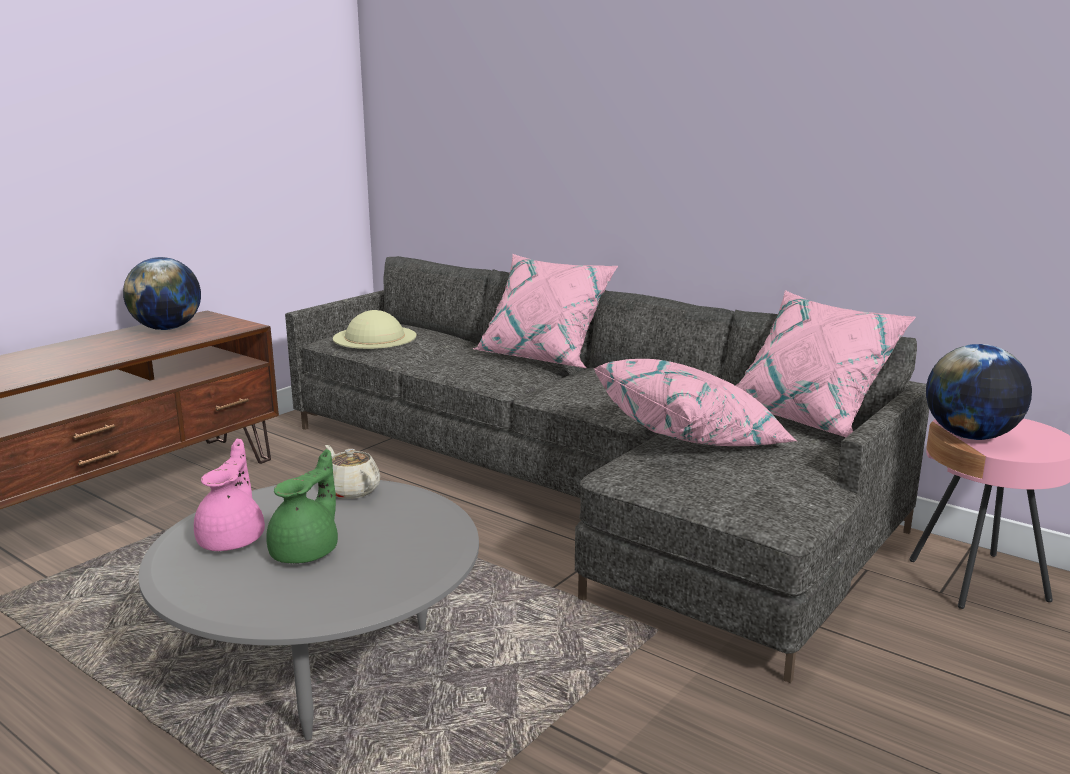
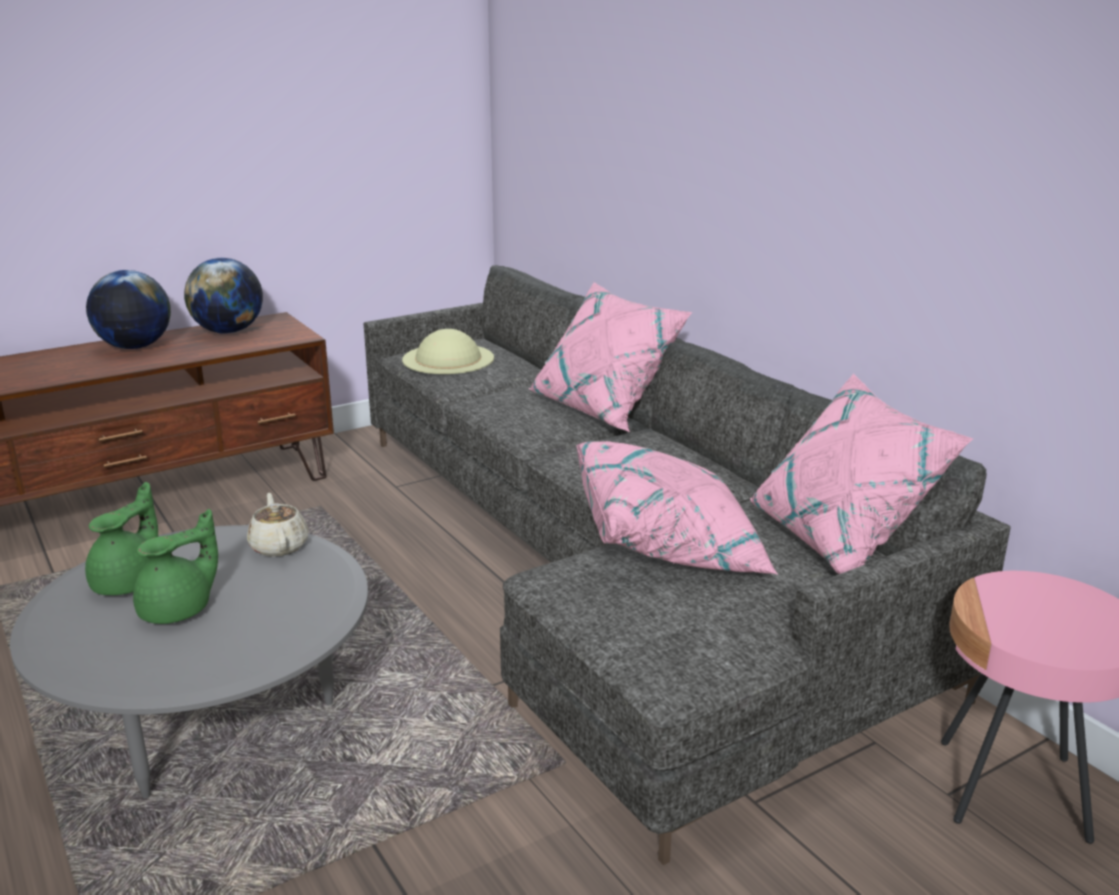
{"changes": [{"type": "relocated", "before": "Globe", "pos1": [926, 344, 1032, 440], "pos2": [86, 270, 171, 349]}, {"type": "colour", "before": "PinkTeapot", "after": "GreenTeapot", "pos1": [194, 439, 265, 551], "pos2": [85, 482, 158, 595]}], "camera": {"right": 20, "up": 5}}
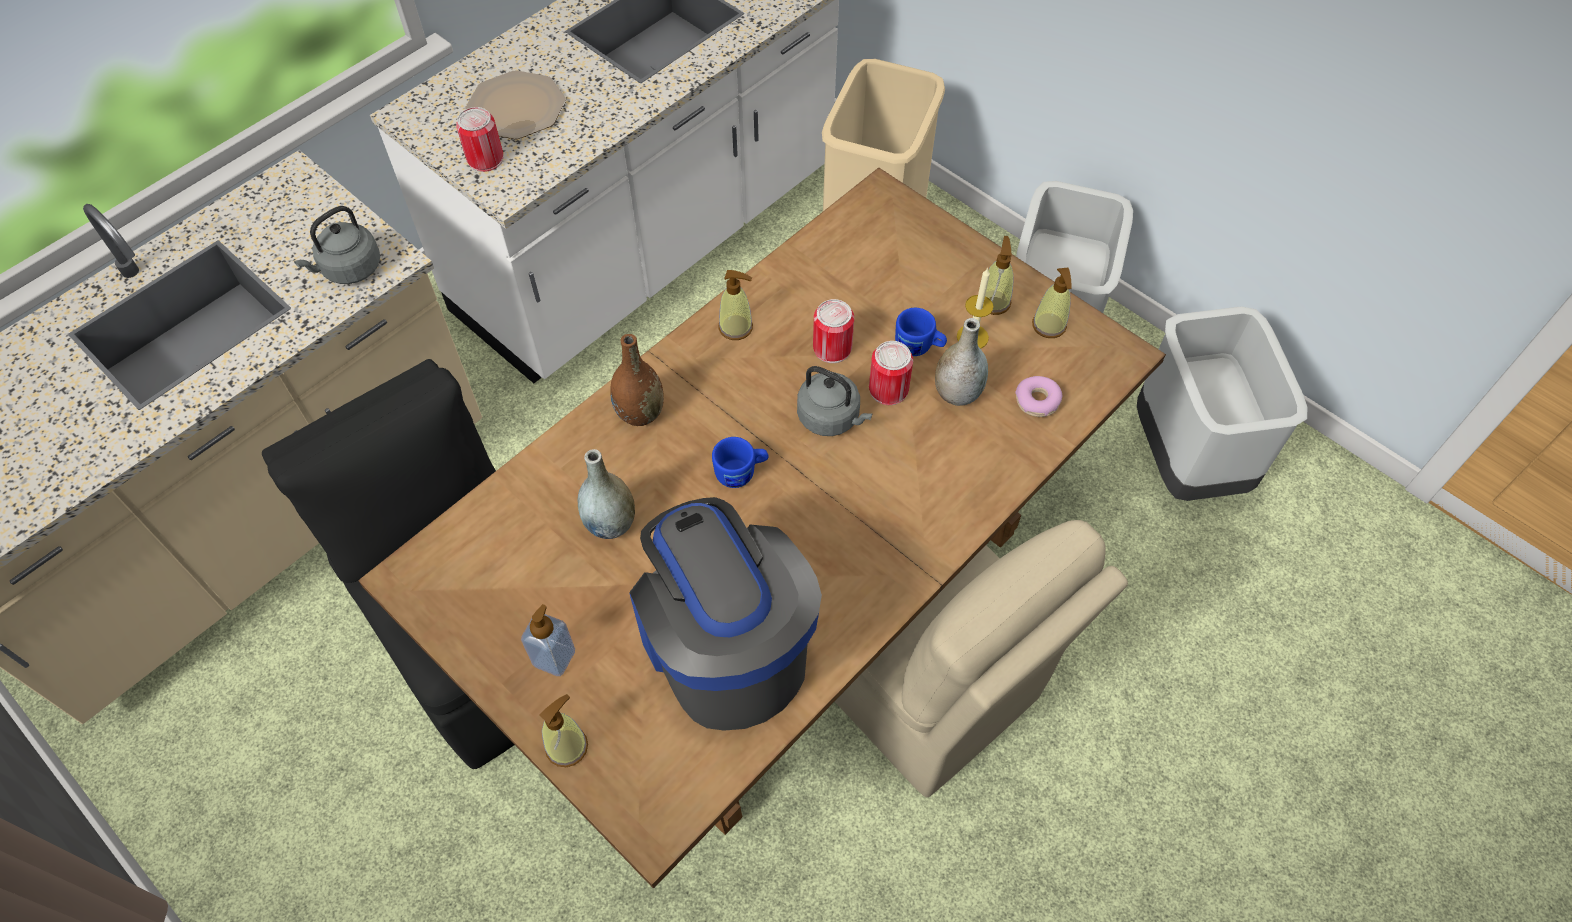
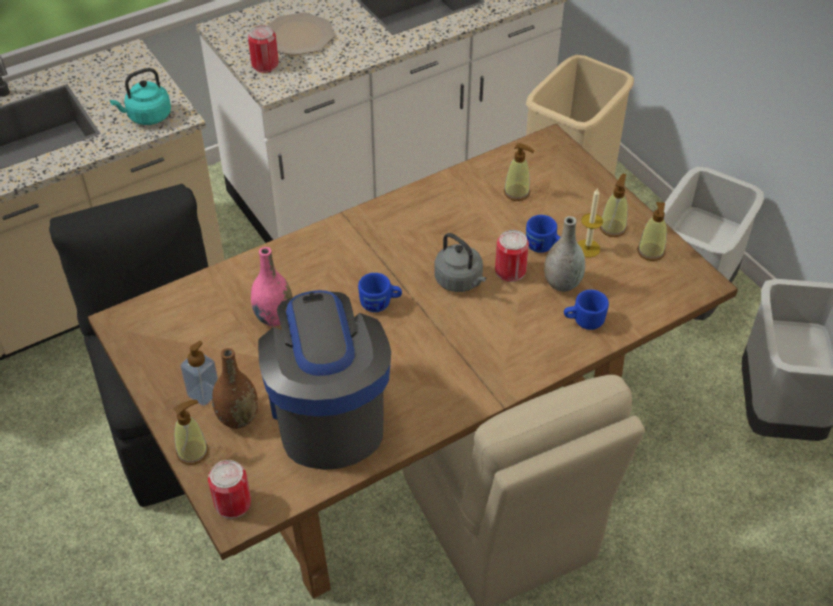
{"changes": [{"type": "colour", "before": "GreyKettle", "after": "TurquoiseKettle", "pos1": [294, 206, 380, 284], "pos2": [110, 68, 171, 125]}, {"type": "relocated", "before": "SoapDispenser", "pos1": [718, 270, 753, 340], "pos2": [504, 143, 534, 201]}, {"type": "relocated", "before": "Can", "pos1": [813, 299, 854, 363], "pos2": [208, 460, 251, 519]}, {"type": "relocated", "before": "BrownVase", "pos1": [610, 334, 664, 426], "pos2": [212, 348, 258, 429]}, {"type": "missing", "before": "Donut", "pos1": [1015, 376, 1062, 417]}, {"type": "colour", "before": "GreyVase", "after": "PinkVase", "pos1": [578, 449, 635, 539], "pos2": [251, 247, 293, 327]}, {"type": "appeared", "after": "BlueMug", "pos2": [564, 290, 609, 330]}], "camera": {"right": 15, "up": -10}}
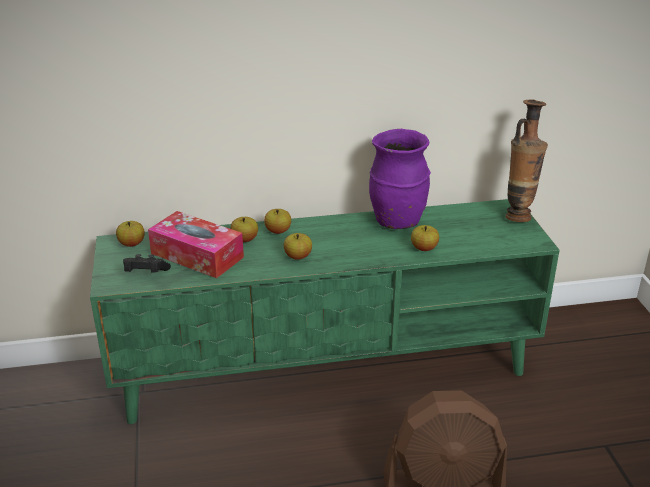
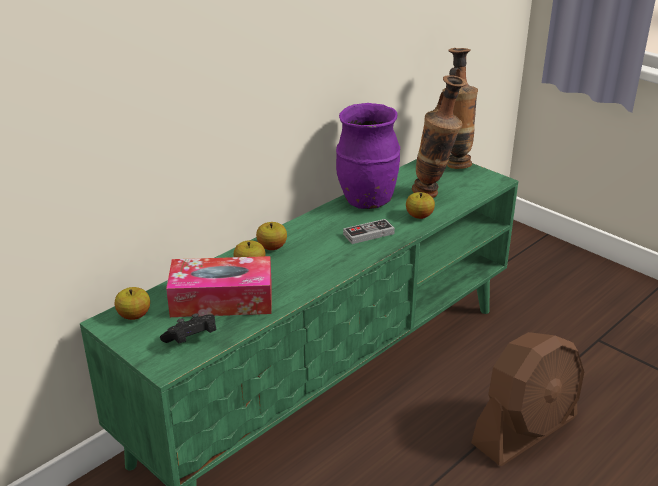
{"changes": [{"type": "missing", "before": "Apple", "pos1": [284, 233, 312, 260]}, {"type": "appeared", "after": "Vase", "pos2": [412, 75, 467, 198]}, {"type": "appeared", "after": "GameController", "pos2": [343, 219, 395, 244]}], "camera": {"right": -35, "up": 0}}
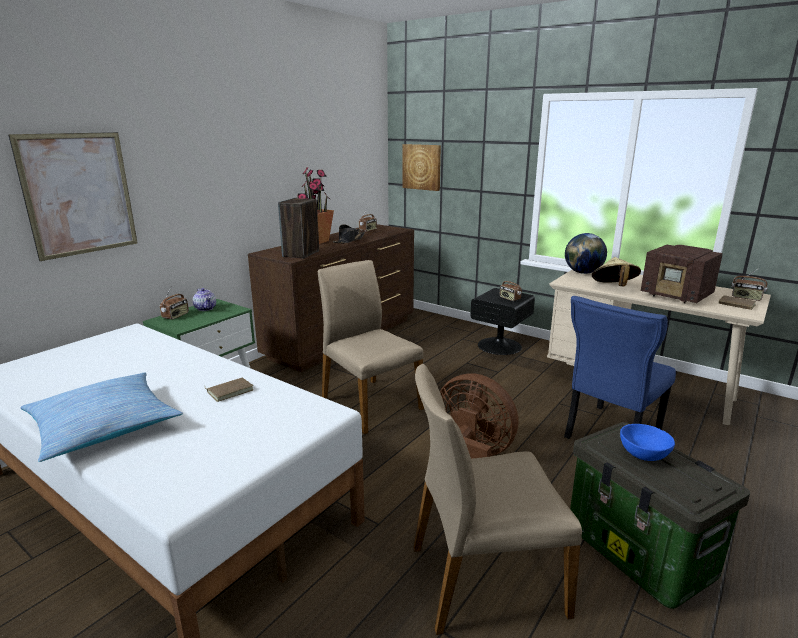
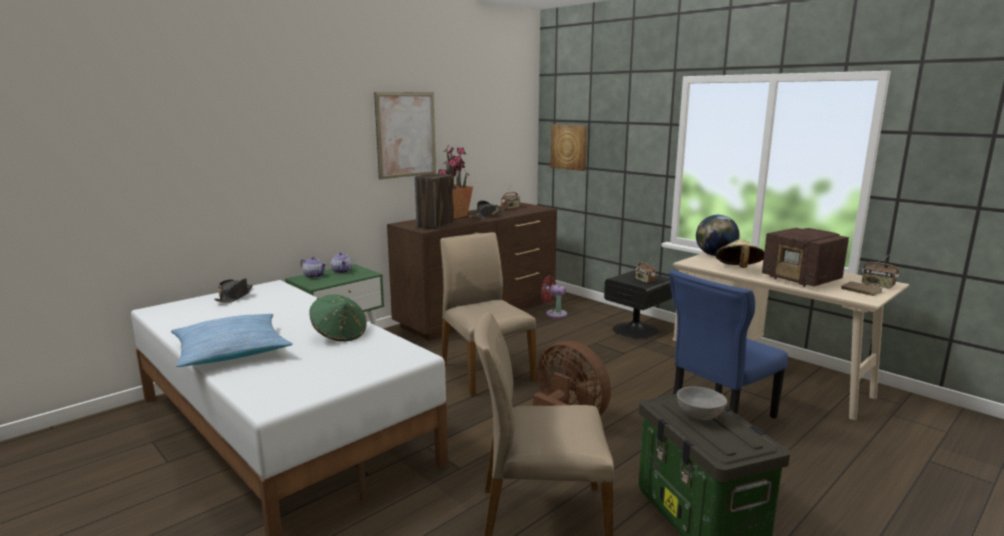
{"changes": [{"type": "relocated", "before": "Picture", "pos1": [8, 132, 138, 261], "pos2": [374, 92, 436, 179]}, {"type": "exchanged", "before": "Radio", "after": "Teapot", "pos1": [160, 286, 189, 320], "pos2": [300, 256, 327, 278]}, {"type": "exchanged", "before": "BrownBook", "after": "GreenHat", "pos1": [205, 377, 253, 402], "pos2": [309, 294, 367, 342]}, {"type": "colour", "before": "BlueBowl", "after": "GreyBowl", "pos1": [620, 424, 675, 461], "pos2": [677, 387, 727, 420]}, {"type": "appeared", "after": "RedFan", "pos2": [541, 275, 567, 318]}, {"type": "appeared", "after": "BlackHat", "pos2": [214, 278, 253, 303]}], "camera": {"right": 10, "up": -5}}
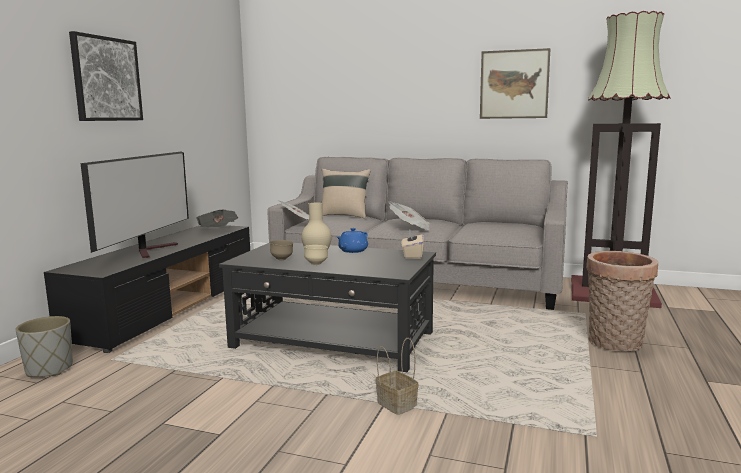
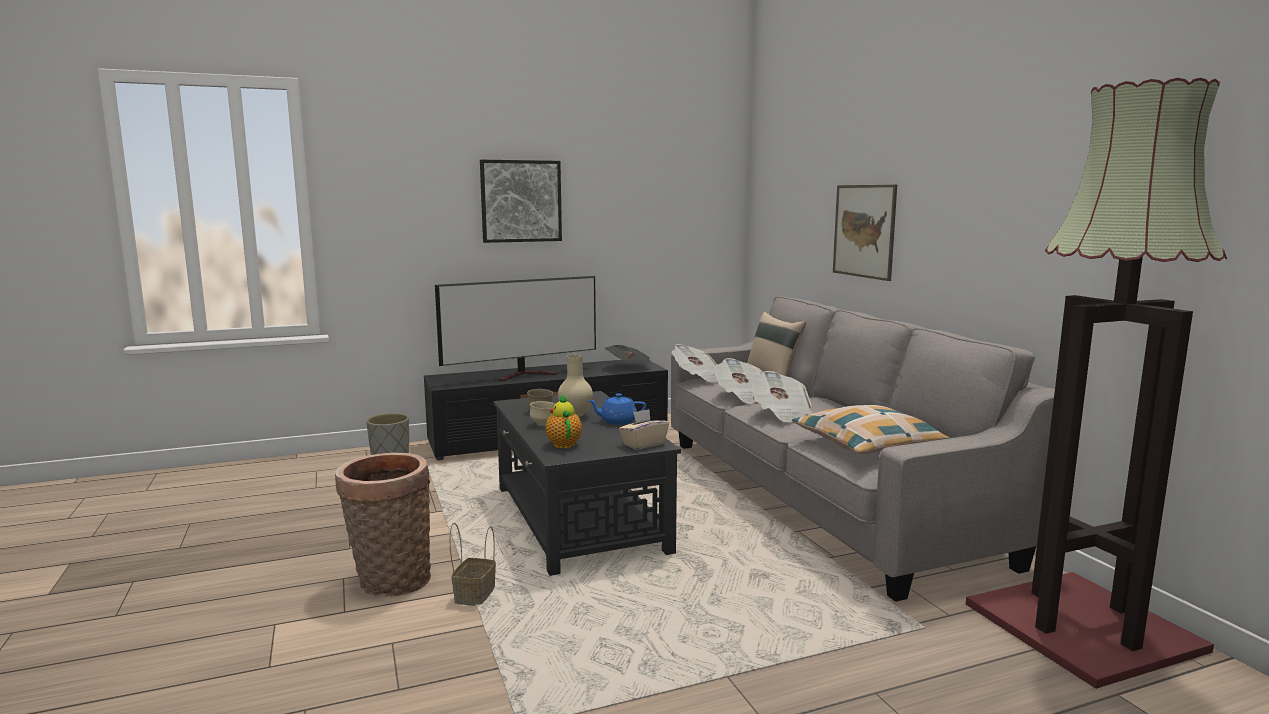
{"changes": [{"type": "relocated", "before": "Picture", "pos1": [480, 48, 551, 119], "pos2": [833, 185, 897, 281]}, {"type": "relocated", "before": "Basket", "pos1": [586, 251, 658, 352], "pos2": [335, 453, 431, 597]}, {"type": "appeared", "after": "Newspaper", "pos2": [715, 358, 763, 404]}, {"type": "appeared", "after": "Teapot", "pos2": [545, 394, 582, 448]}, {"type": "appeared", "after": "Pillow", "pos2": [792, 405, 950, 454]}], "camera": {"right": 50, "up": 0}}
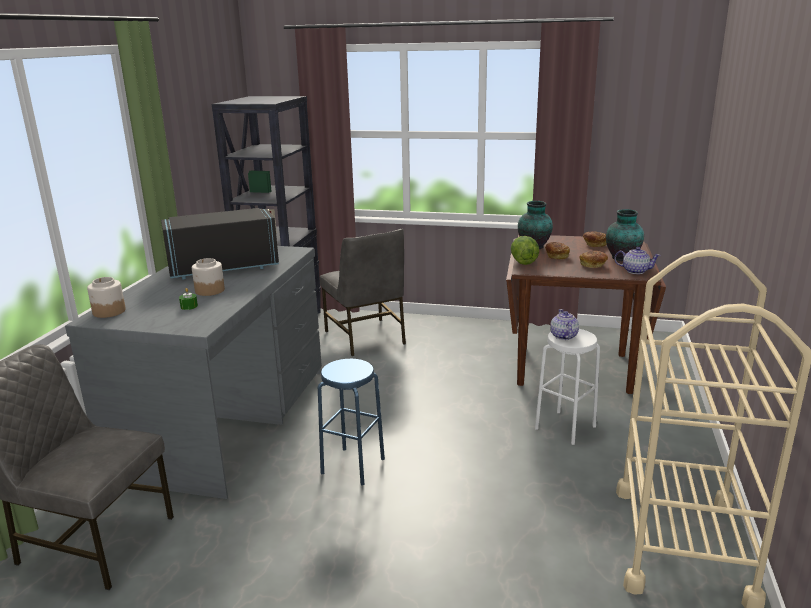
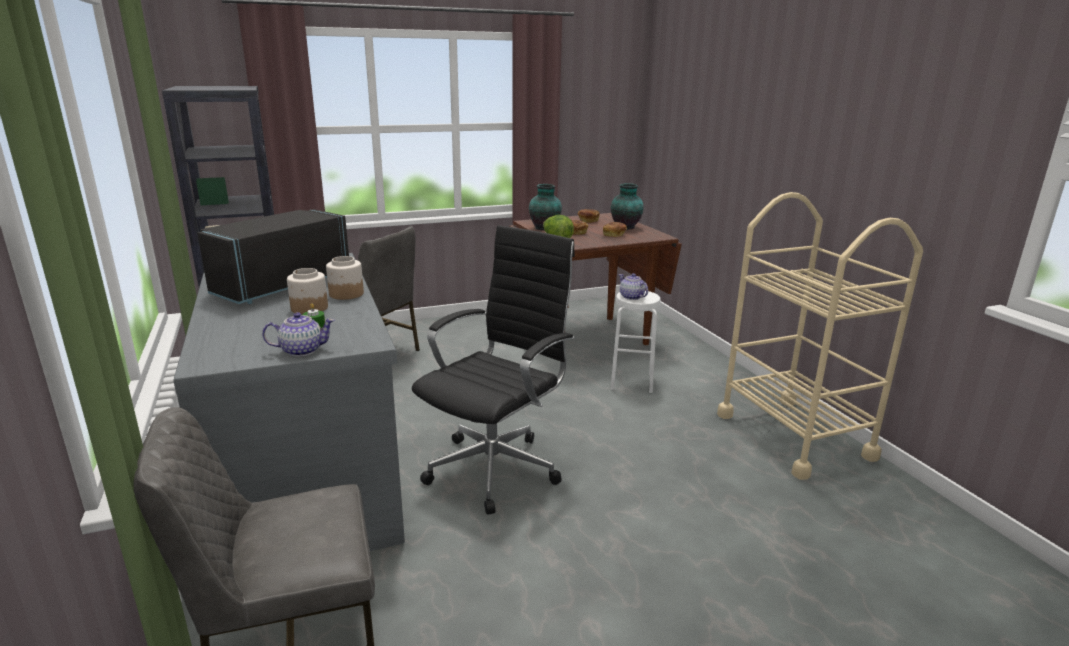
{"changes": [{"type": "relocated", "before": "Teapot", "pos1": [614, 247, 661, 274], "pos2": [262, 312, 335, 356]}, {"type": "relocated", "before": "Jar", "pos1": [87, 277, 126, 318], "pos2": [326, 256, 364, 300]}, {"type": "exchanged", "before": "BlueStool", "after": "BlackOfficeChair", "pos1": [318, 359, 385, 485], "pos2": [412, 225, 575, 515]}], "camera": {"right": -35, "up": 0}}
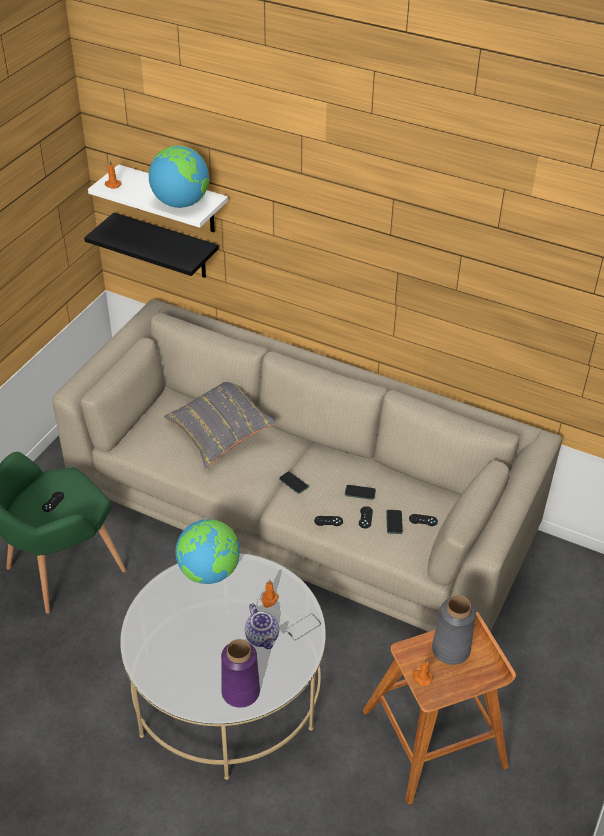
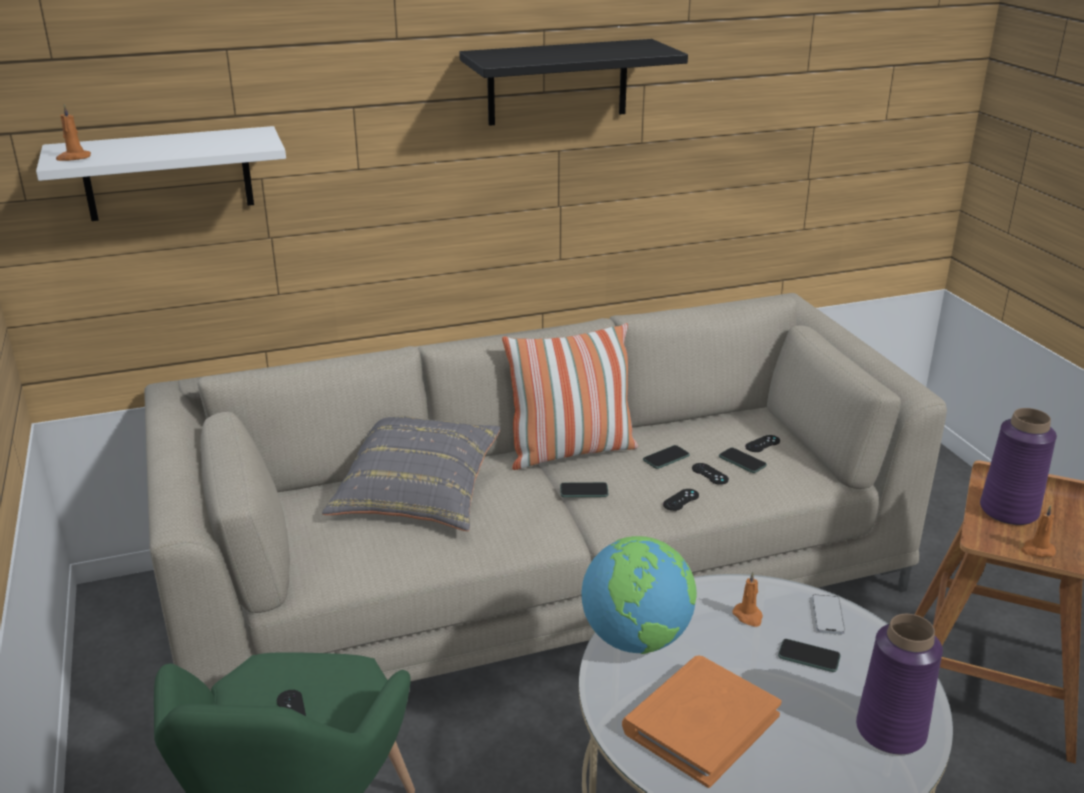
{"changes": [{"type": "missing", "before": "Globe", "pos1": [149, 145, 209, 208]}, {"type": "relocated", "before": "BlackShelf", "pos1": [84, 213, 219, 278], "pos2": [459, 39, 688, 126]}, {"type": "colour", "before": "GreyVase", "after": "PurpleVase", "pos1": [432, 595, 476, 665], "pos2": [980, 408, 1057, 525]}, {"type": "exchanged", "before": "Teapot", "after": "Phone", "pos1": [245, 603, 279, 649], "pos2": [778, 639, 841, 672]}, {"type": "appeared", "after": "Pillow", "pos2": [502, 323, 638, 470]}, {"type": "appeared", "after": "OrangeBook", "pos2": [622, 656, 782, 788]}], "camera": {"right": -45, "up": -15}}
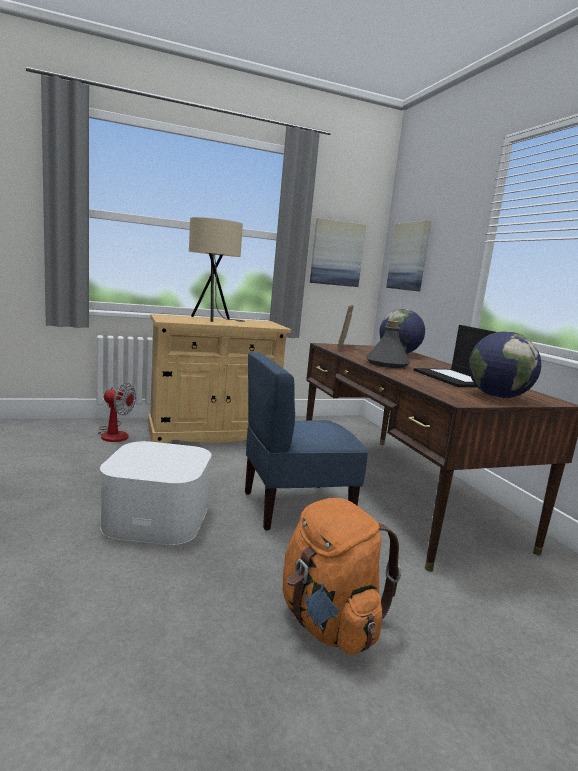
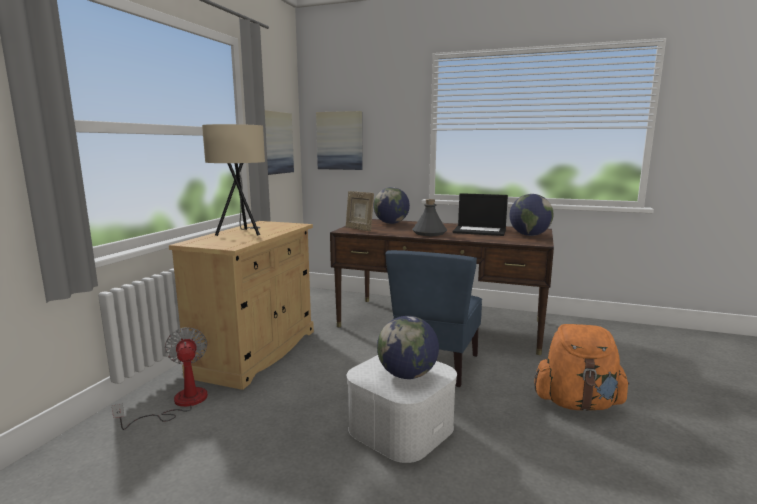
{"changes": [{"type": "spun", "before": "Fan", "pos1": [98, 383, 136, 442], "pos2": [112, 327, 208, 430], "turn": -75}, {"type": "appeared", "after": "Globe", "pos2": [377, 316, 439, 379]}], "camera": {"right": -50, "up": 0}}
